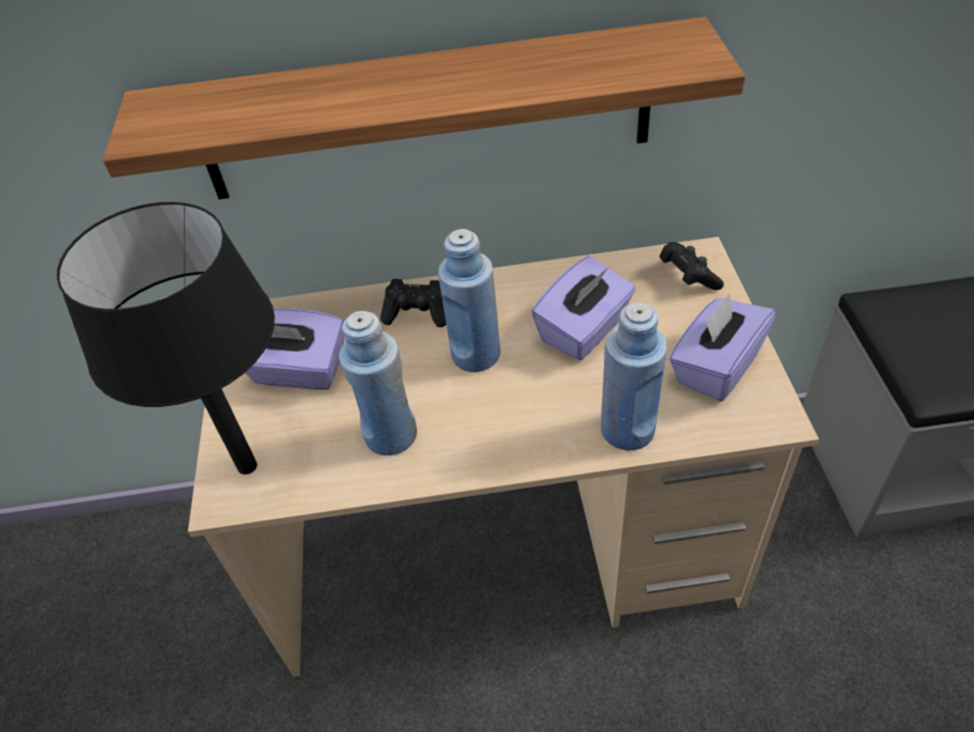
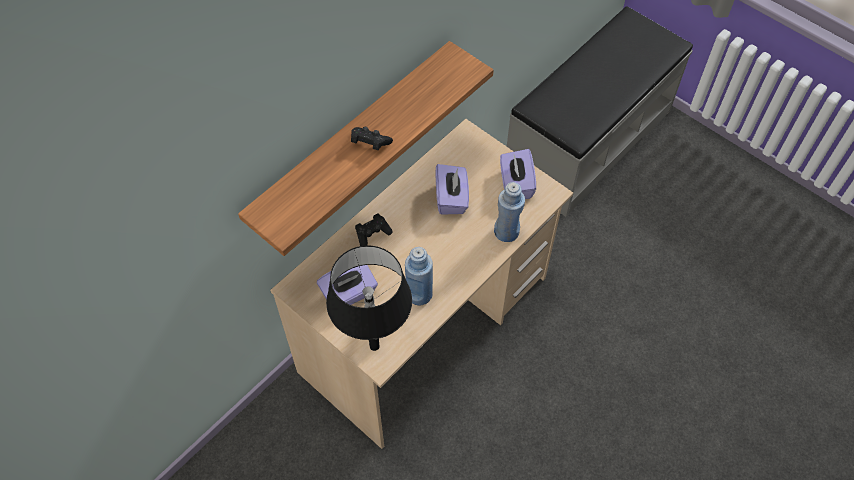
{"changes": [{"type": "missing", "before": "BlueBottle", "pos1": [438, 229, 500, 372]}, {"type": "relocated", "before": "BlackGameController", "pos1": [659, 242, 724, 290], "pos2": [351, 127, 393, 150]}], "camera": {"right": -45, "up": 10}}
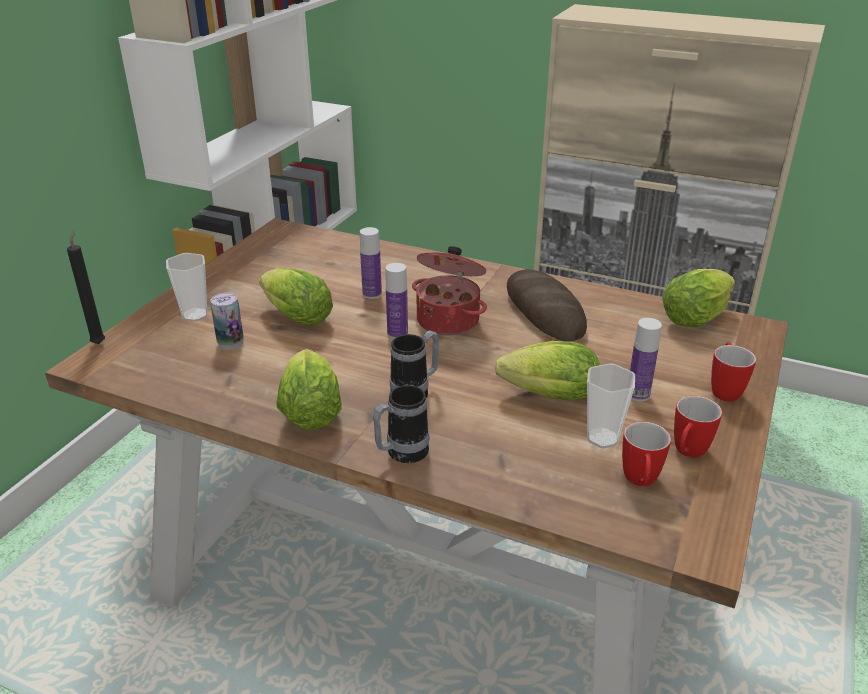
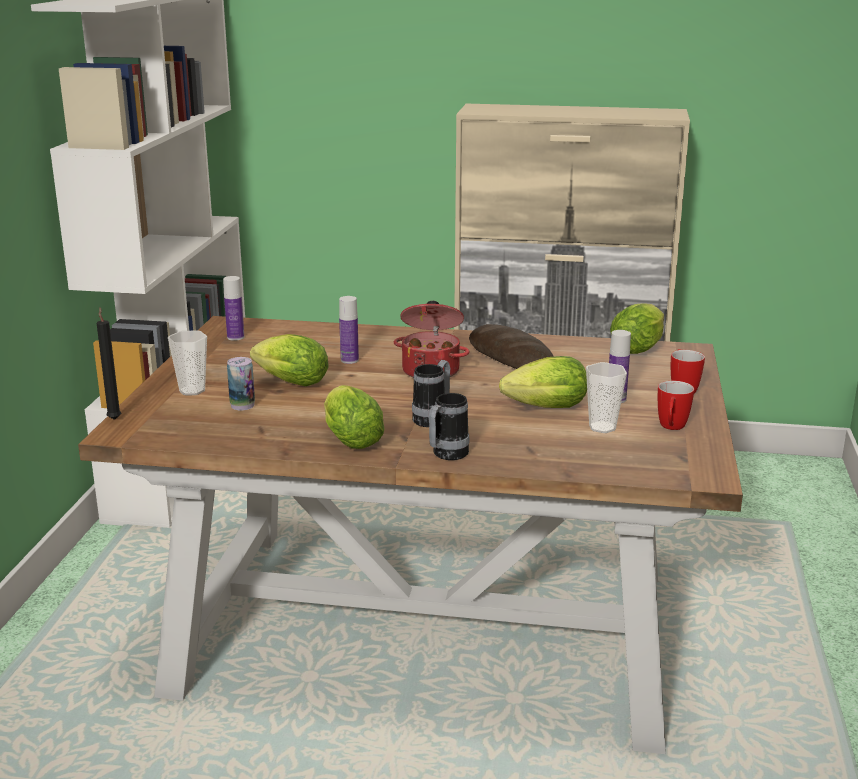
{"changes": [{"type": "relocated", "before": "Bottle", "pos1": [386, 263, 408, 339], "pos2": [223, 276, 244, 341]}, {"type": "missing", "before": "Mug", "pos1": [622, 422, 671, 486]}], "camera": {"right": -15, "up": -10}}
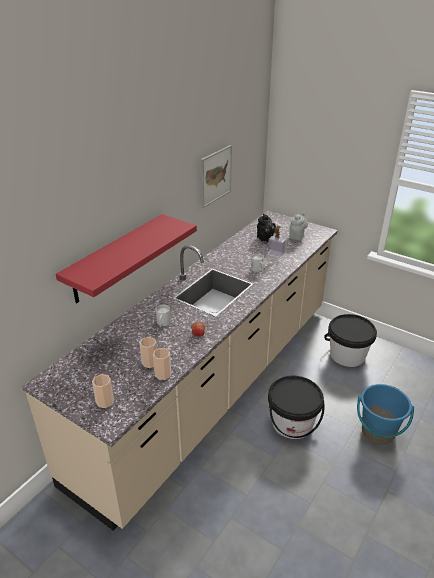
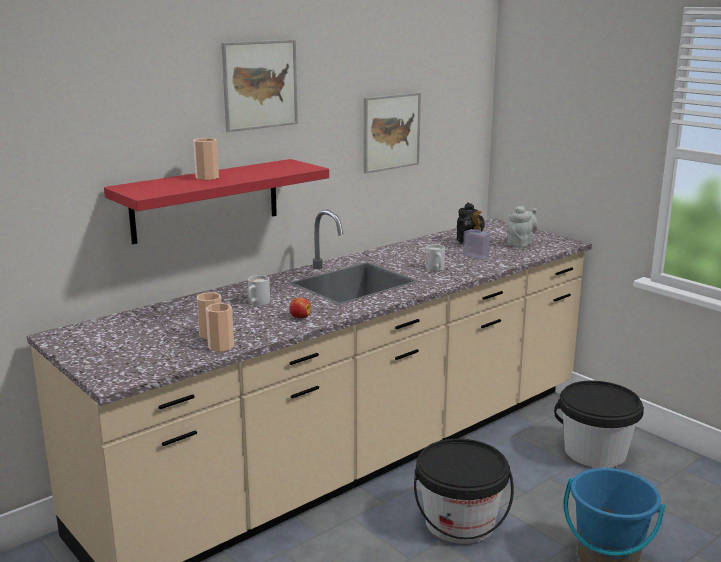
{"changes": [{"type": "relocated", "before": "Cup", "pos1": [92, 374, 114, 408], "pos2": [193, 138, 219, 180]}, {"type": "appeared", "after": "Picture", "pos2": [221, 40, 298, 132]}], "camera": {"right": 15, "up": -15}}
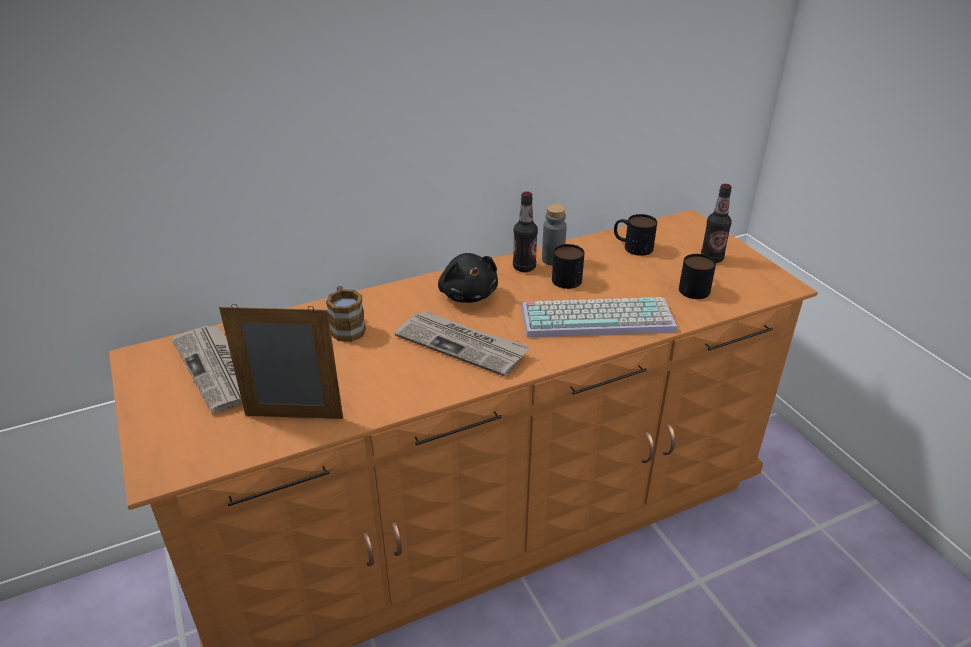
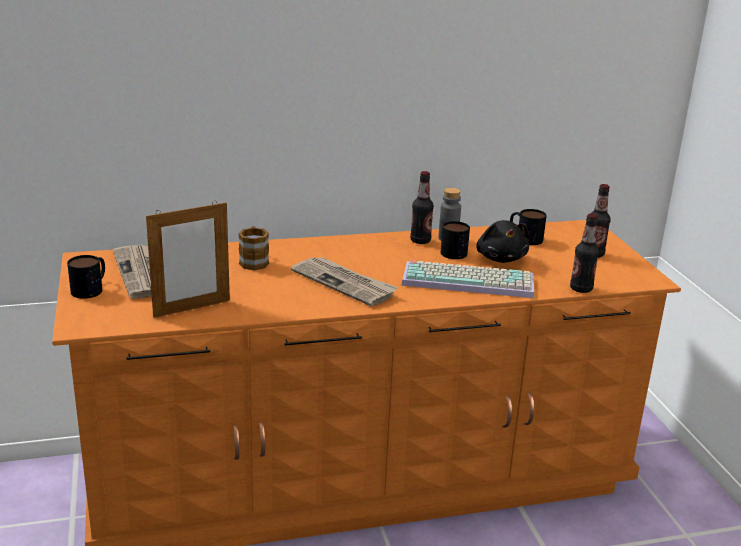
{"changes": [{"type": "relocated", "before": "BlackPlushToy", "pos1": [438, 253, 498, 303], "pos2": [476, 220, 529, 263]}, {"type": "relocated", "before": "Mug", "pos1": [679, 254, 716, 299], "pos2": [67, 255, 105, 299]}, {"type": "spun", "before": "PictureFrame", "pos1": [219, 304, 343, 419], "pos2": [146, 201, 230, 318], "turn": 135}, {"type": "appeared", "after": "Bottle", "pos2": [570, 213, 599, 293]}], "camera": {"right": 10, "up": -10}}
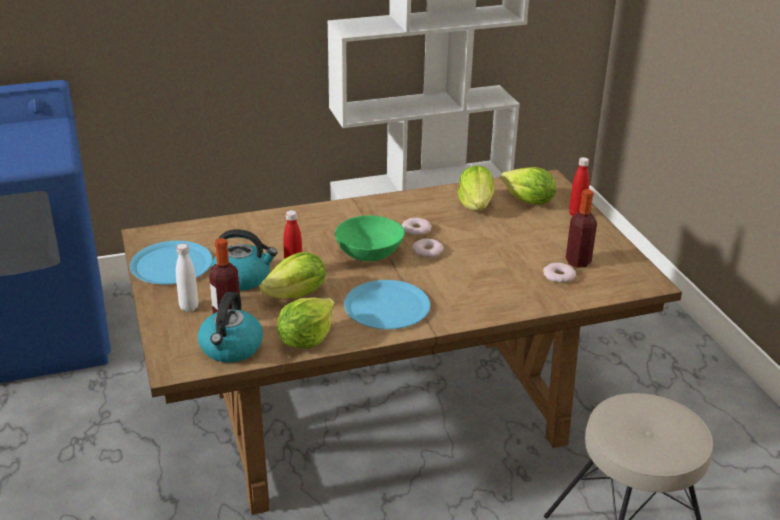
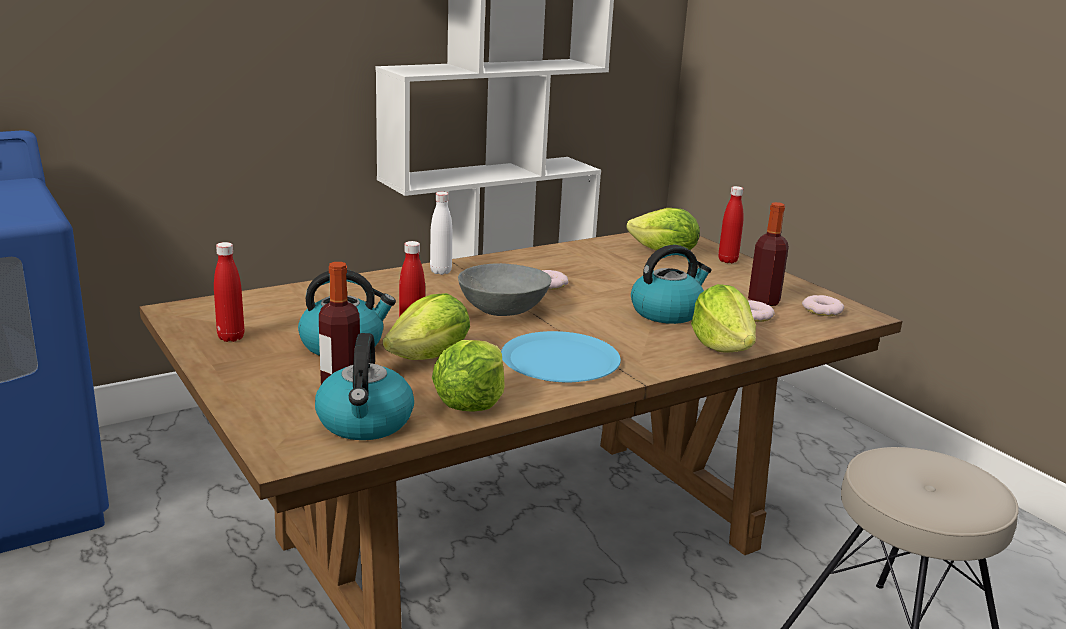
{"changes": [{"type": "relocated", "before": "Lettuce", "pos1": [458, 165, 494, 210], "pos2": [691, 284, 756, 353]}, {"type": "colour", "before": "GreenBowl", "after": "GreyBowl", "pos1": [335, 215, 405, 261], "pos2": [458, 263, 551, 316]}, {"type": "relocated", "before": "Donut", "pos1": [412, 239, 443, 258], "pos2": [802, 295, 844, 316]}, {"type": "exchanged", "before": "BluePlate", "after": "RedBottle", "pos1": [130, 241, 213, 284], "pos2": [214, 242, 244, 342]}, {"type": "relocated", "before": "WhiteBottle", "pos1": [176, 244, 199, 312], "pos2": [430, 192, 452, 275]}, {"type": "appeared", "after": "Kettle", "pos2": [631, 245, 712, 324]}], "camera": {"right": -15, "up": -10}}
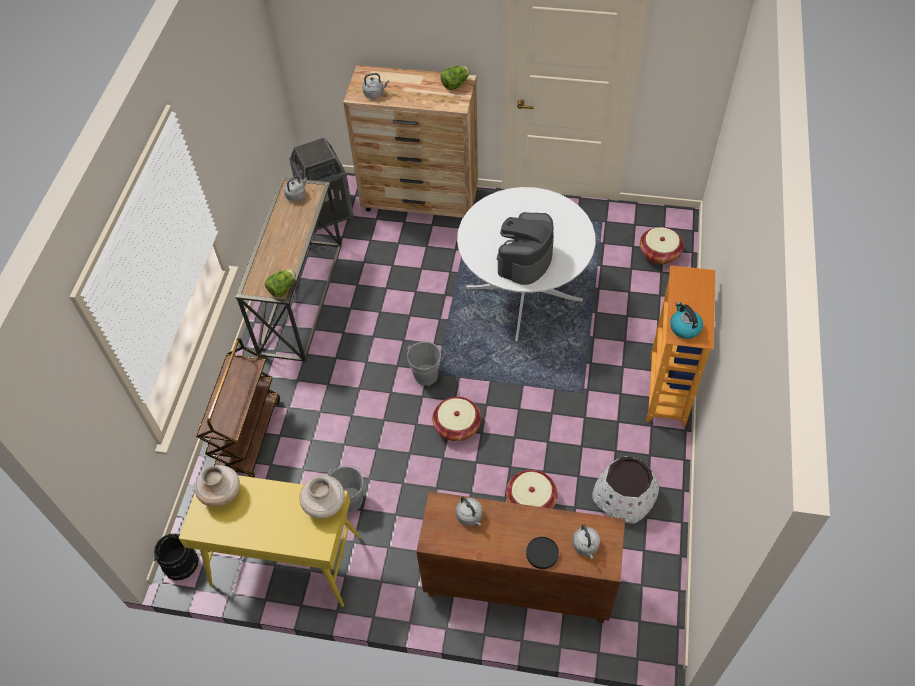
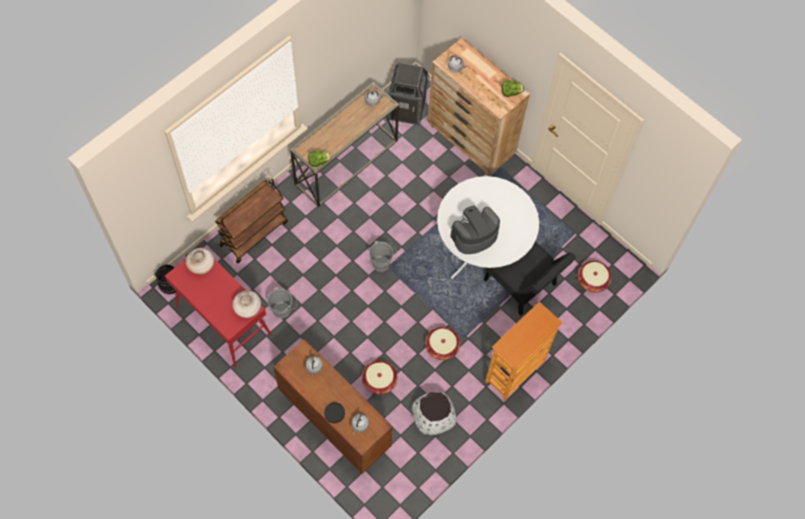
{"changes": [{"type": "missing", "before": "Kettle", "pos1": [670, 302, 703, 339]}, {"type": "relocated", "before": "Basket", "pos1": [432, 397, 481, 441], "pos2": [425, 327, 460, 360]}, {"type": "colour", "before": "YellowConsoleTable", "after": "RedConsoleTable", "pos1": [178, 470, 361, 607], "pos2": [165, 246, 272, 367]}, {"type": "appeared", "after": "BlackChair", "pos2": [484, 241, 576, 316]}], "camera": {"right": 30, "up": 10}}
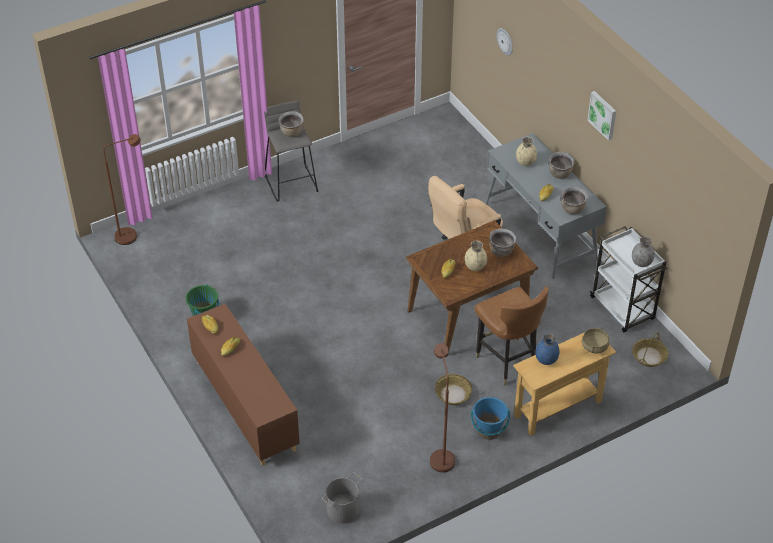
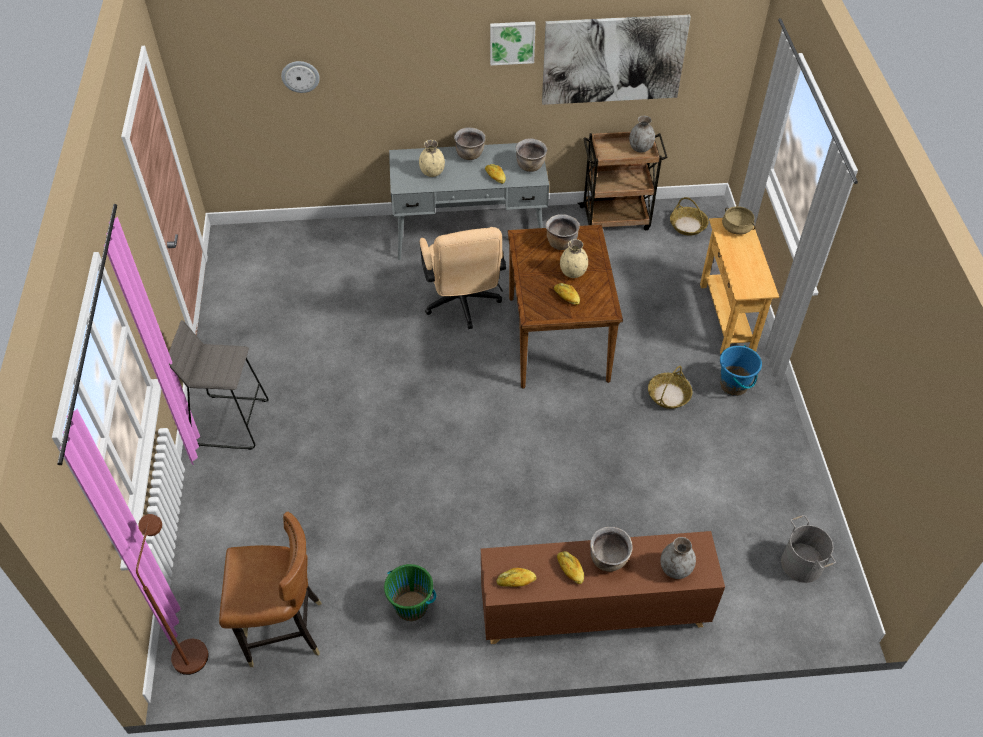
{"changes": [{"type": "relocated", "before": "BrownCookingPot", "pos1": [279, 111, 303, 137], "pos2": [590, 527, 633, 572]}, {"type": "colour", "before": "WhiteCart", "after": "BrownCart", "pos1": [589, 226, 667, 333], "pos2": [577, 132, 668, 230]}, {"type": "relocated", "before": "BrownChair", "pos1": [475, 287, 549, 386], "pos2": [219, 512, 322, 667]}, {"type": "missing", "before": "BlueVase", "pos1": [535, 333, 560, 365]}, {"type": "missing", "before": "BrownFloorLamp", "pos1": [430, 343, 455, 472]}, {"type": "appeared", "after": "Picture", "pos2": [542, 14, 691, 105]}, {"type": "appeared", "after": "GreyVase", "pos2": [660, 537, 696, 579]}], "camera": {"right": -65, "up": 5}}
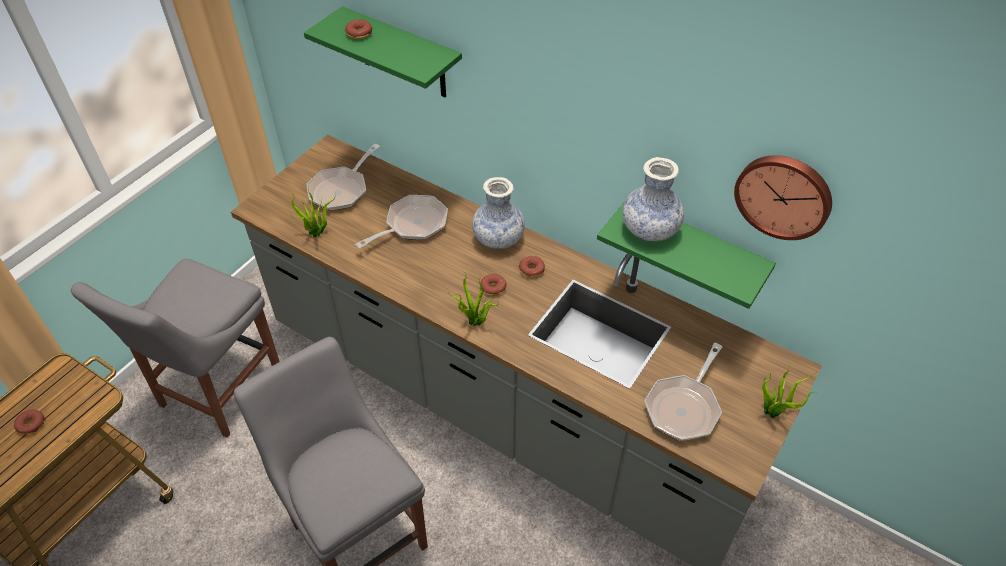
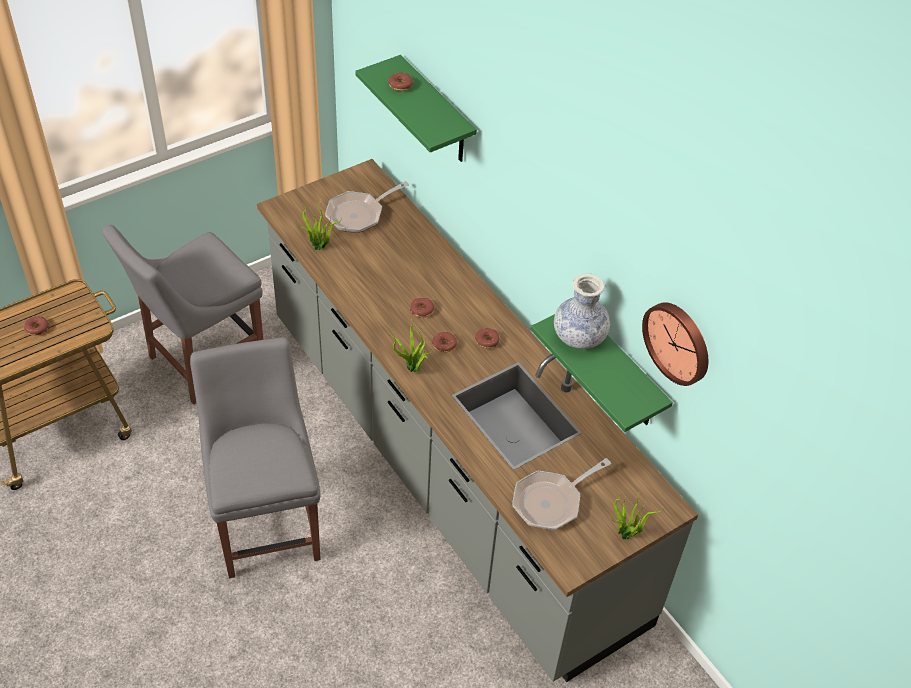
{"changes": [{"type": "missing", "before": "Vase", "pos1": [472, 177, 525, 249]}, {"type": "missing", "before": "FryingPan", "pos1": [355, 195, 448, 249]}, {"type": "appeared", "after": "Donut", "pos2": [410, 298, 434, 318]}], "camera": {"right": 20, "up": 0}}
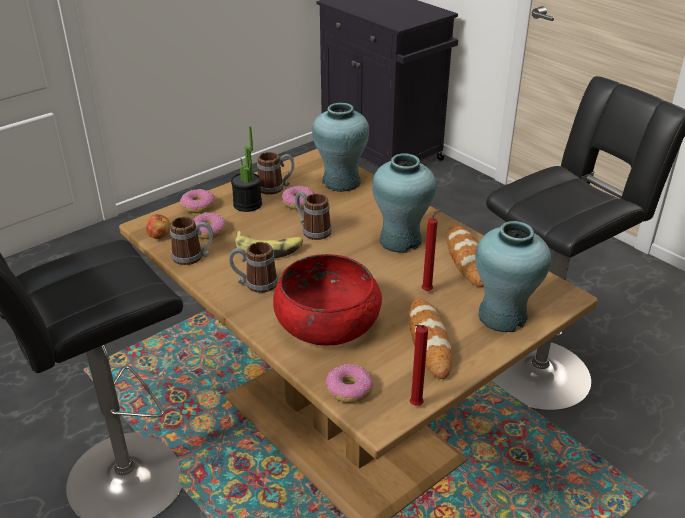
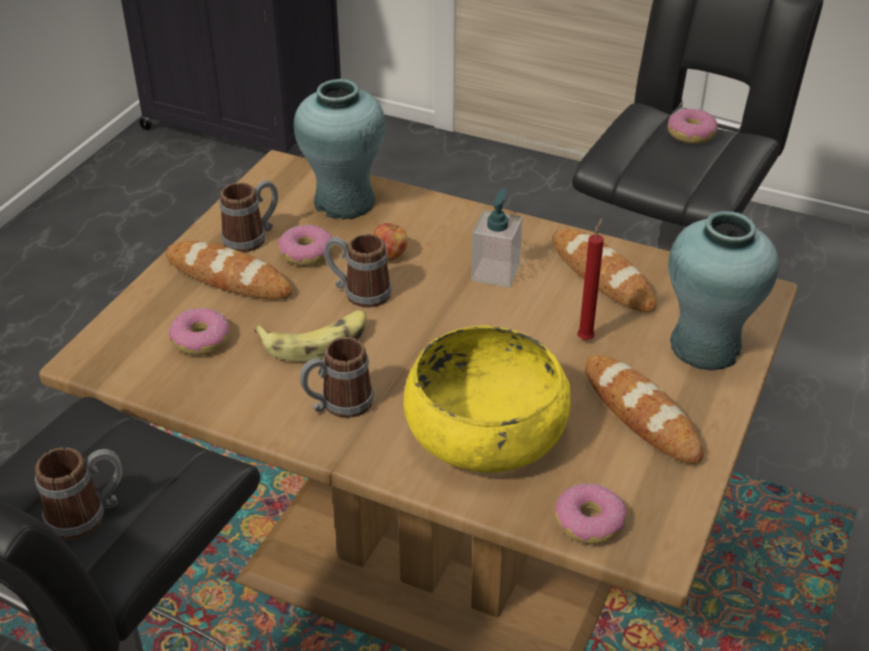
{"changes": [{"type": "exchanged", "before": "PottedPlant", "after": "Bread", "pos1": [231, 126, 262, 212], "pos2": [166, 241, 292, 300]}, {"type": "exchanged", "before": "TurquoiseVase", "after": "SoapDispenser", "pos1": [372, 153, 436, 253], "pos2": [471, 188, 523, 288]}, {"type": "relocated", "before": "Donut", "pos1": [180, 189, 215, 213], "pos2": [668, 108, 718, 144]}, {"type": "relocated", "before": "Apple", "pos1": [146, 214, 171, 239], "pos2": [373, 223, 408, 261]}, {"type": "relocated", "before": "Mug", "pos1": [170, 216, 213, 265], "pos2": [35, 447, 122, 540]}, {"type": "colour", "before": "RedBowl", "after": "YellowBowl", "pos1": [273, 254, 382, 346], "pos2": [404, 326, 571, 472]}, {"type": "missing", "before": "RedCandle", "pos1": [410, 324, 428, 406]}], "camera": {"right": -25, "up": 5}}
